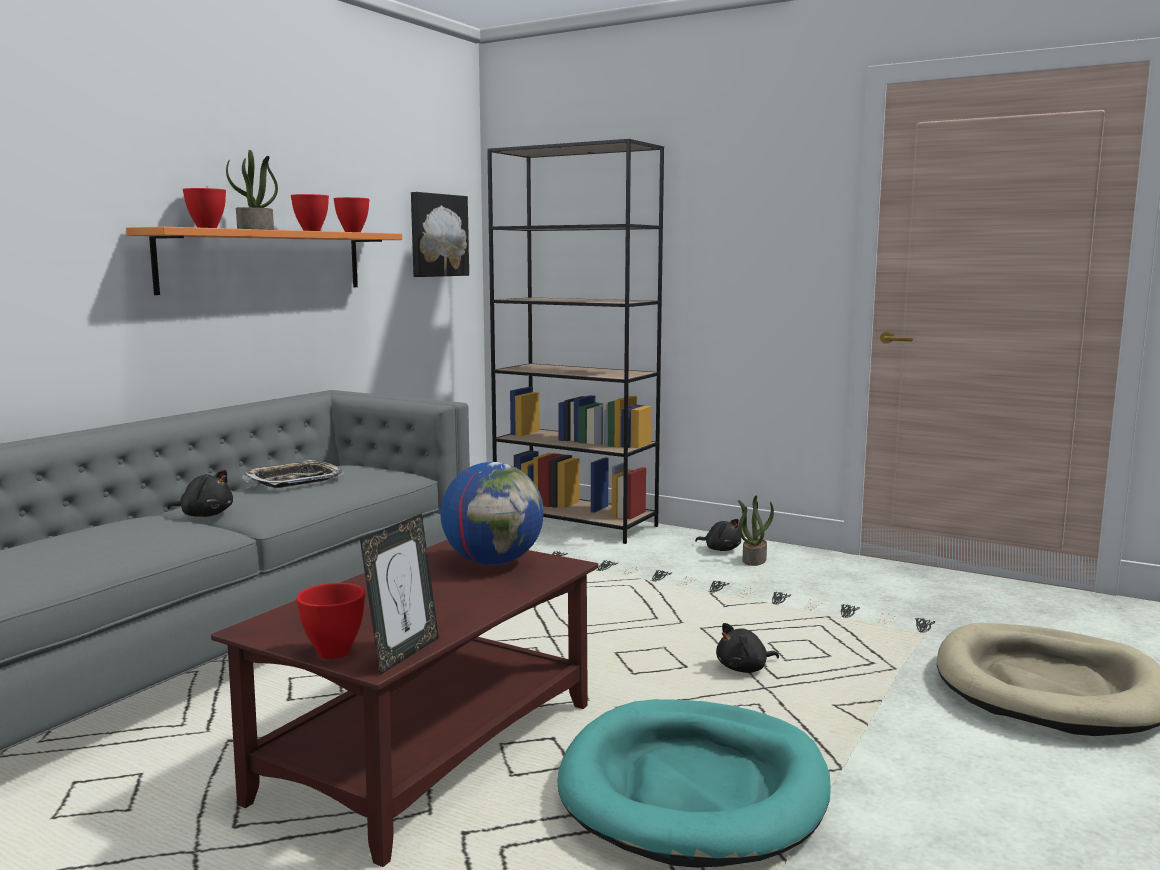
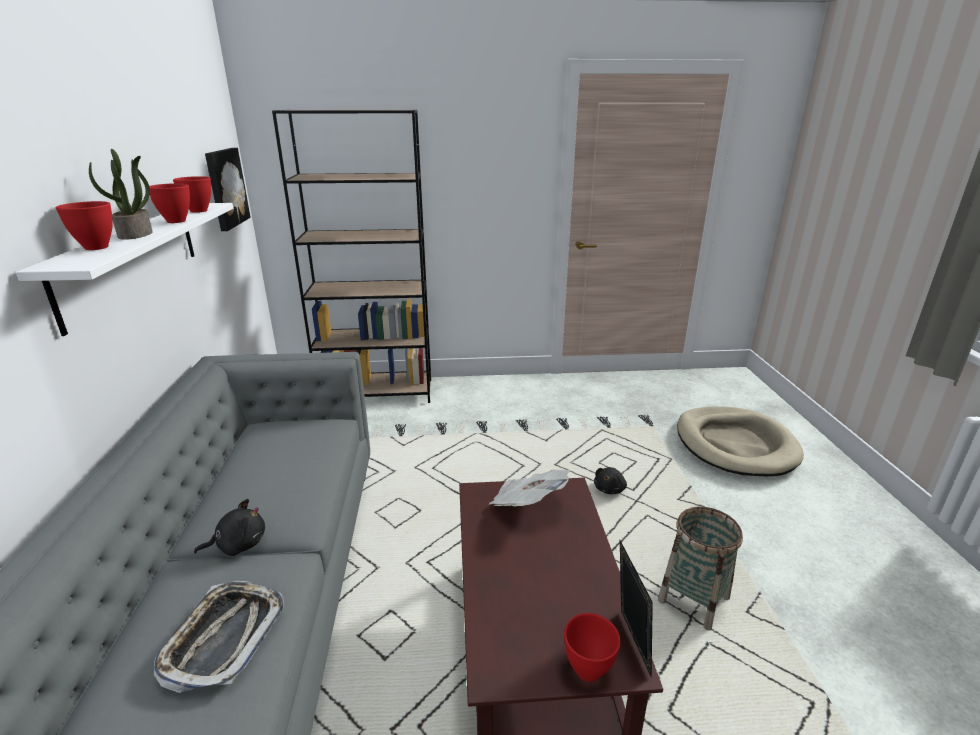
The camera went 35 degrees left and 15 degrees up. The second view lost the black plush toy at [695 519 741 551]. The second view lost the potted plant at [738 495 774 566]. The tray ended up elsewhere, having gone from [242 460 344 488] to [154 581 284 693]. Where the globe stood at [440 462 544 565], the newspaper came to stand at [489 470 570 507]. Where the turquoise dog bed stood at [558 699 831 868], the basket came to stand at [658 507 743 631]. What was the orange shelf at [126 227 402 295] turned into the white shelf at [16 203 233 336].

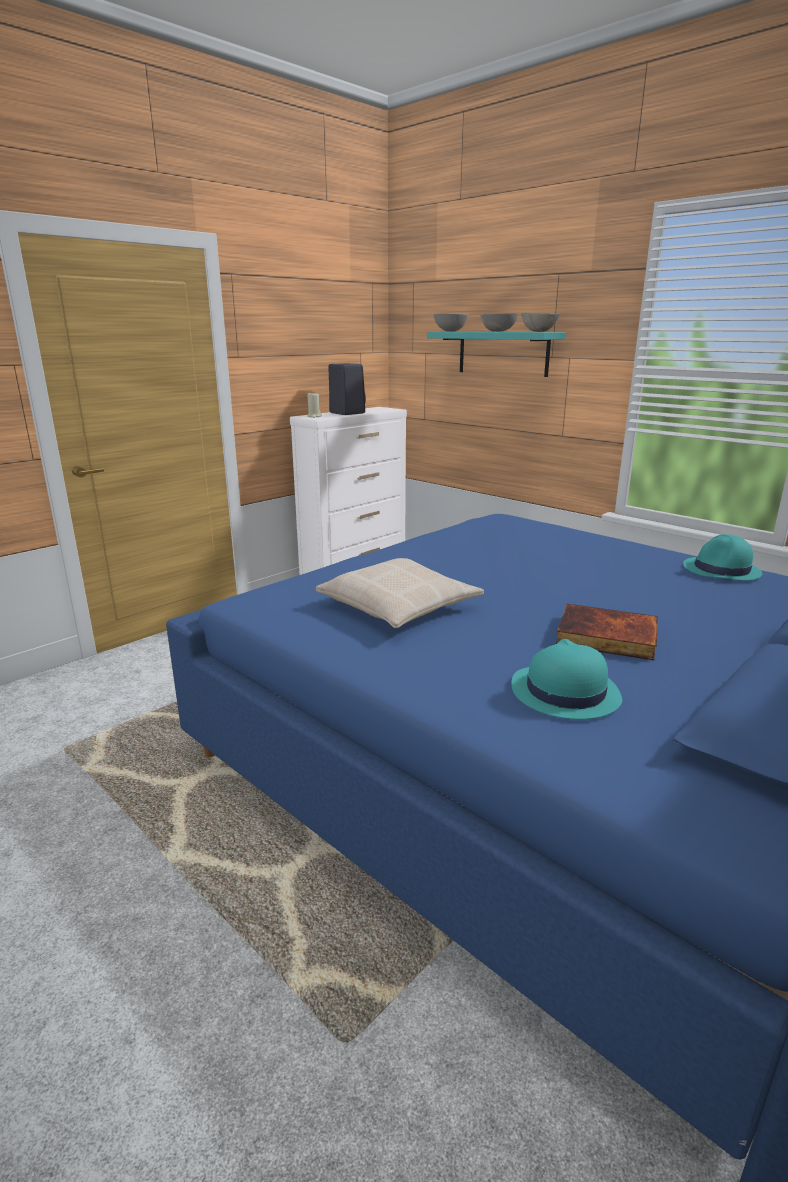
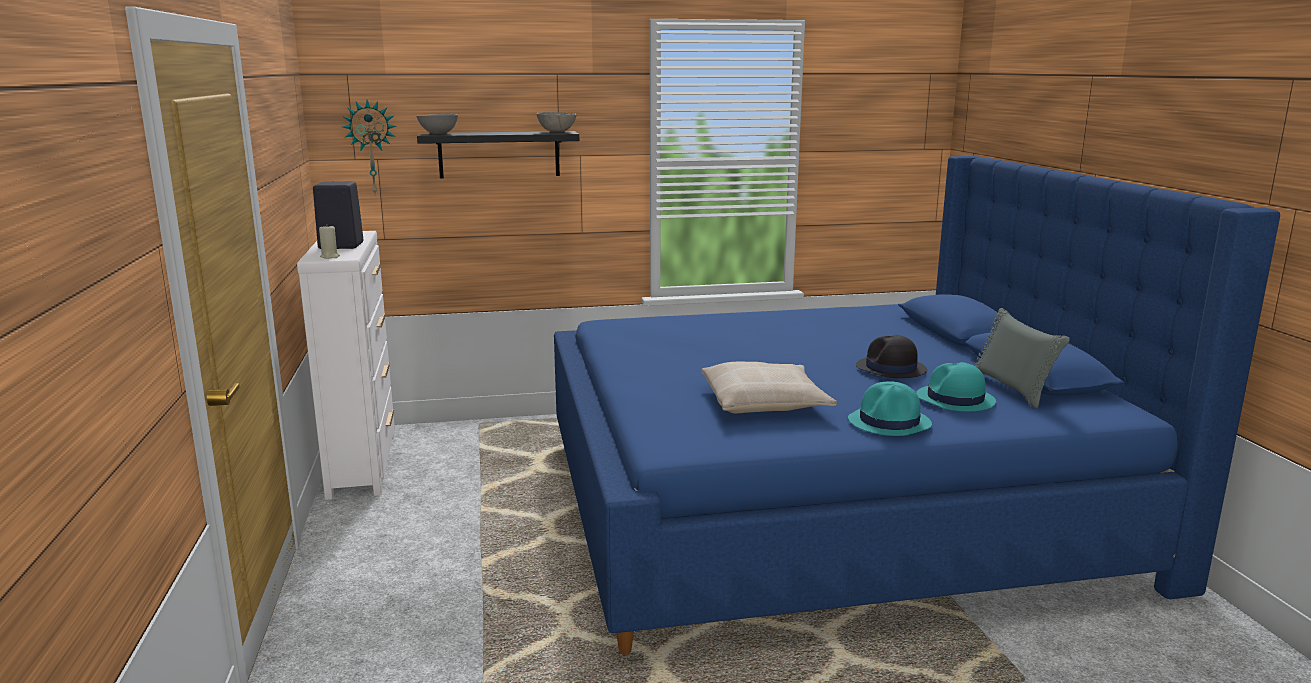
The camera went 55 degrees left and 5 degrees down. The second view lost the grey bowl at [480 313 518 332]. The second view gained the wall clock at [342 100 397 196]. The second view gained the grey pillow at [974 308 1070 408]. The turquoise hat ended up elsewhere, having gone from [683 534 762 581] to [848 381 932 436]. Where the book stood at [556 604 658 660], the black hat came to stand at [856 335 927 378]. What was the turquoise shelf at [427 332 566 377] turned into the black shelf at [417 131 579 179].

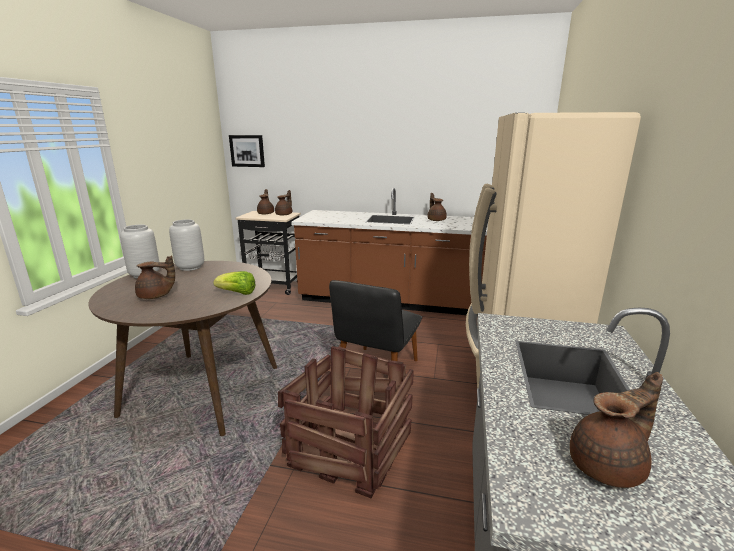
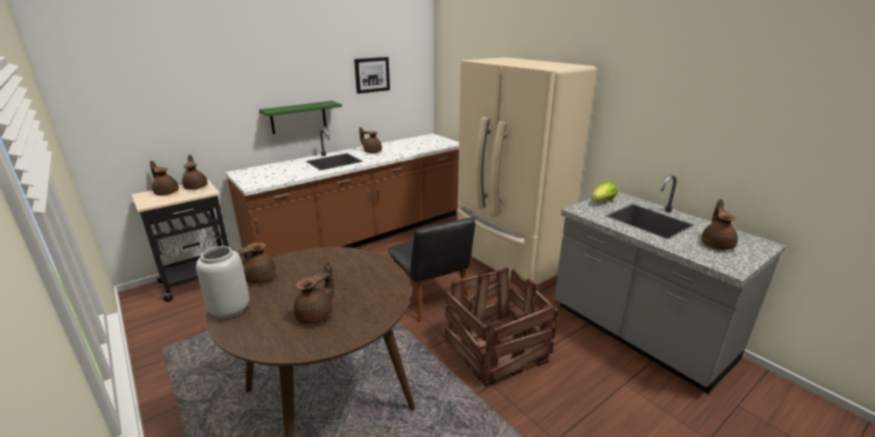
The camera went 50 degrees left and 5 degrees up. The second view gained the green shelf at [259 101 342 134]. The lettuce ended up elsewhere, having gone from [213 271 256 295] to [591 181 618 202]. The picture ended up elsewhere, having gone from [229 135 265 167] to [354 57 390 94]. Where the grey vase stood at [169 219 204 271], the brown teapot came to stand at [231 243 276 284].

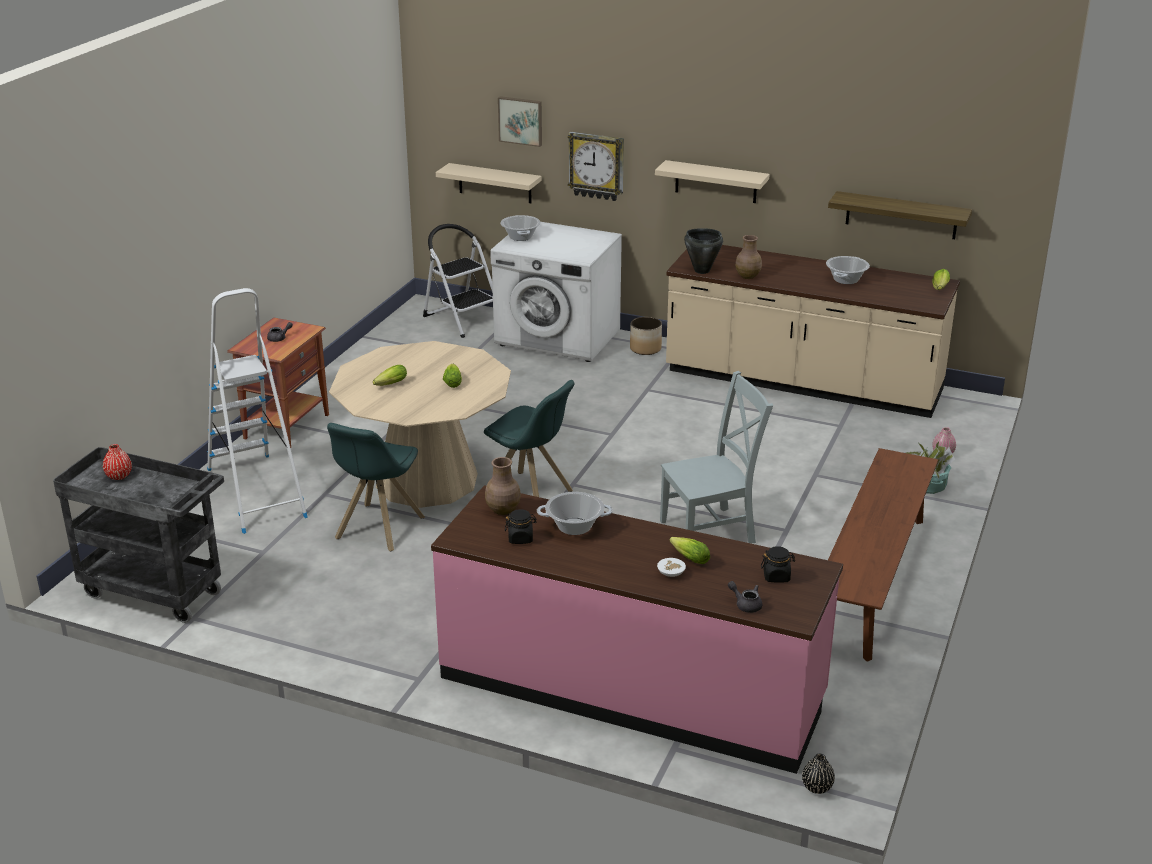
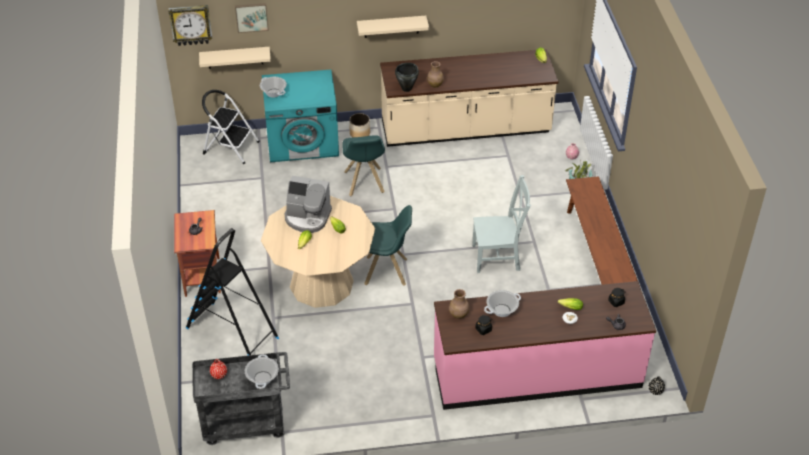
The camera went 30 degrees left and 15 degrees up. The second view lost the shelf at [828 191 972 239]. The second view gained the coffee machine at [285 176 332 233]. The turquoise chair ended up elsewhere, having gone from [327 423 425 551] to [342 135 385 196]. The wall clock ended up elsewhere, having gone from [568 132 624 201] to [168 5 212 46]. The cooking pot ended up elsewhere, having gone from [826 256 870 284] to [245 354 279 389]. What was the white step ladder at [207 288 307 534] turned into the black step ladder at [186 228 279 355]. What was the white washing machine at [490 222 622 362] turned into the turquoise washing machine at [262 70 339 162]. The grey chair at [660 371 773 543] ended up facing another way, 45 degrees clockwise from before.

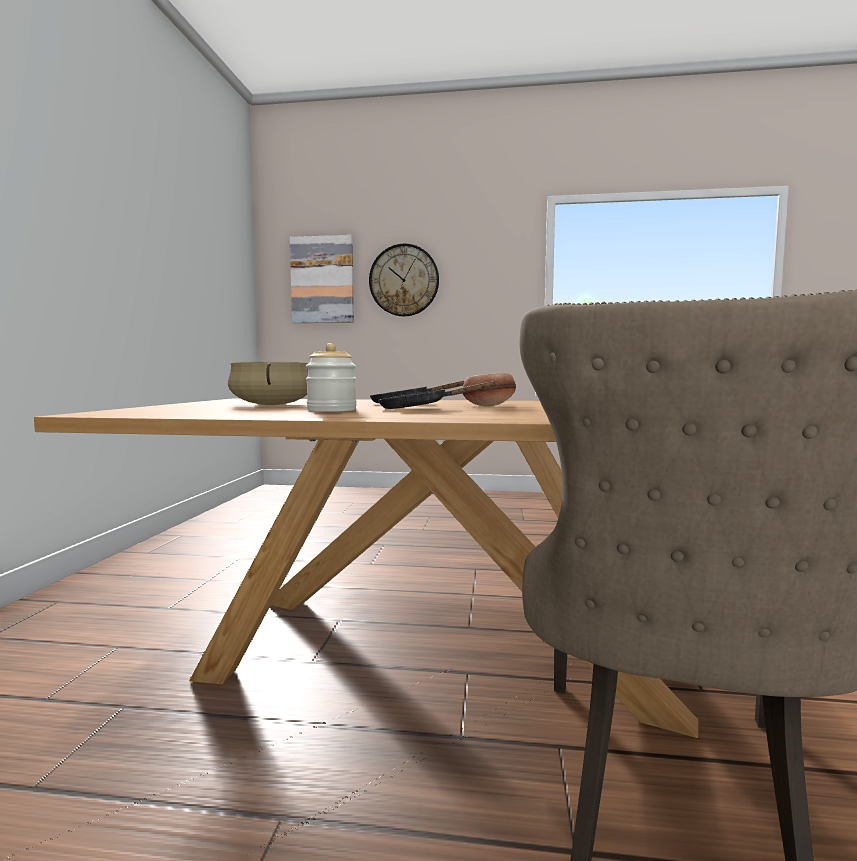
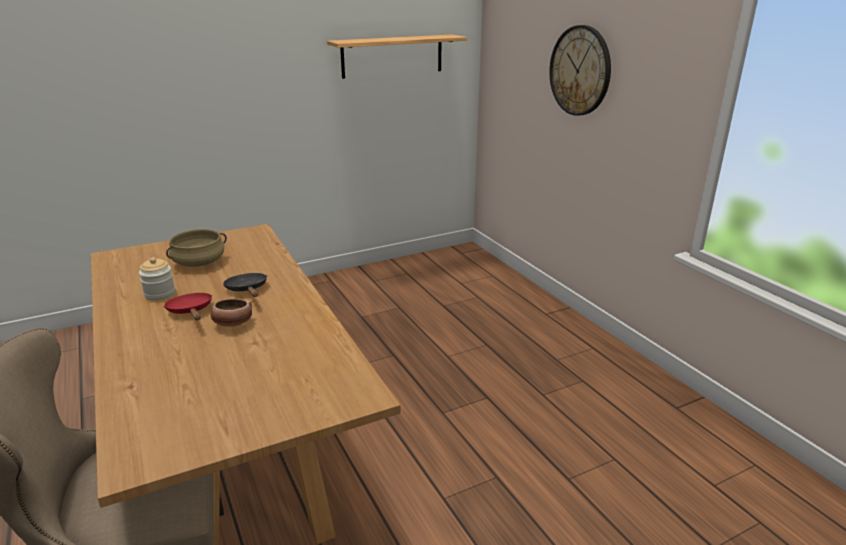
The camera went 55 degrees right and 20 degrees up. The second view lost the picture at [290 235 354 323]. The second view gained the shelf at [327 34 467 79]. What was the black frying pan at [378 381 496 409] turned into the red frying pan at [164 293 212 320].

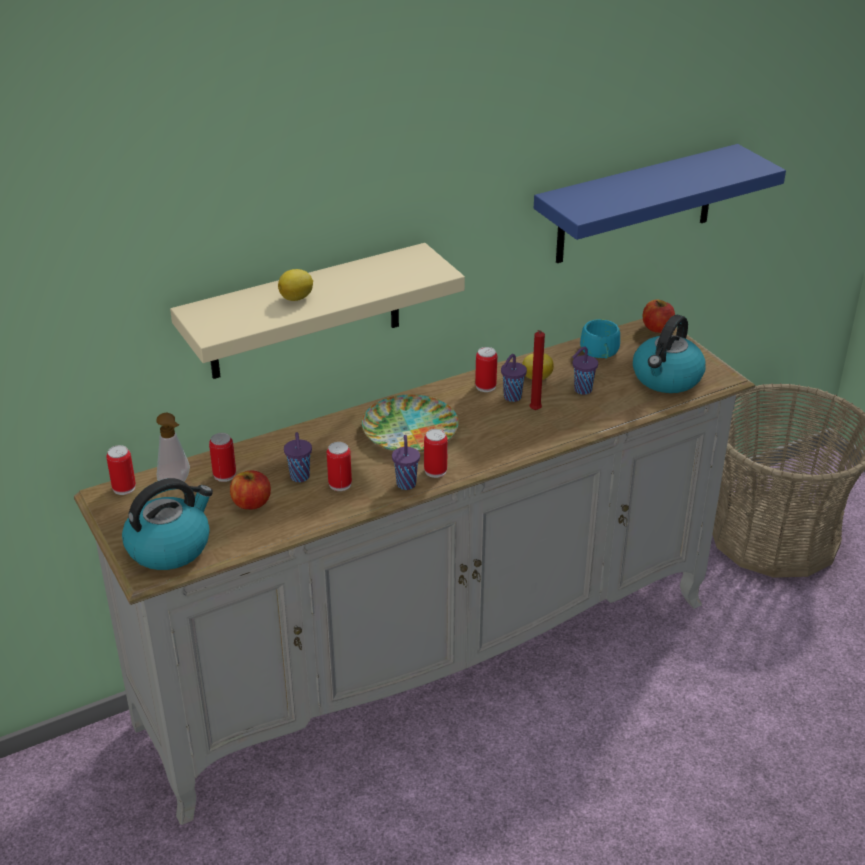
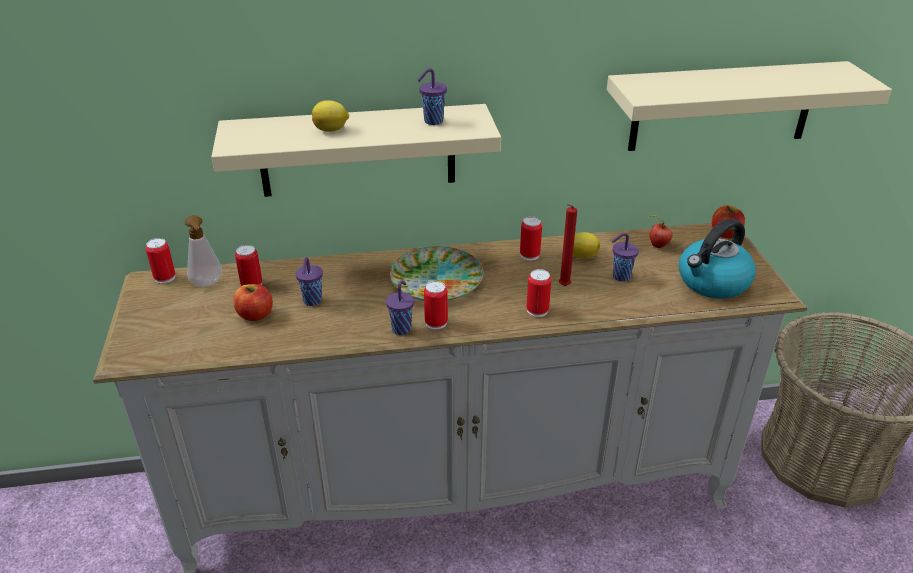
The camera went 20 degrees right and 0 degrees up. The second view lost the kettle at [122 478 213 570]. The can ended up elsewhere, having gone from [327 442 352 491] to [526 269 551 317]. The purple cup ended up elsewhere, having gone from [501 354 527 402] to [417 68 447 125]. Where the turquoise cup stood at [580 319 620 359], the apple came to stand at [649 215 672 248]. What was the blue shelf at [534 144 786 263] turned into the beige shelf at [607 61 892 151].

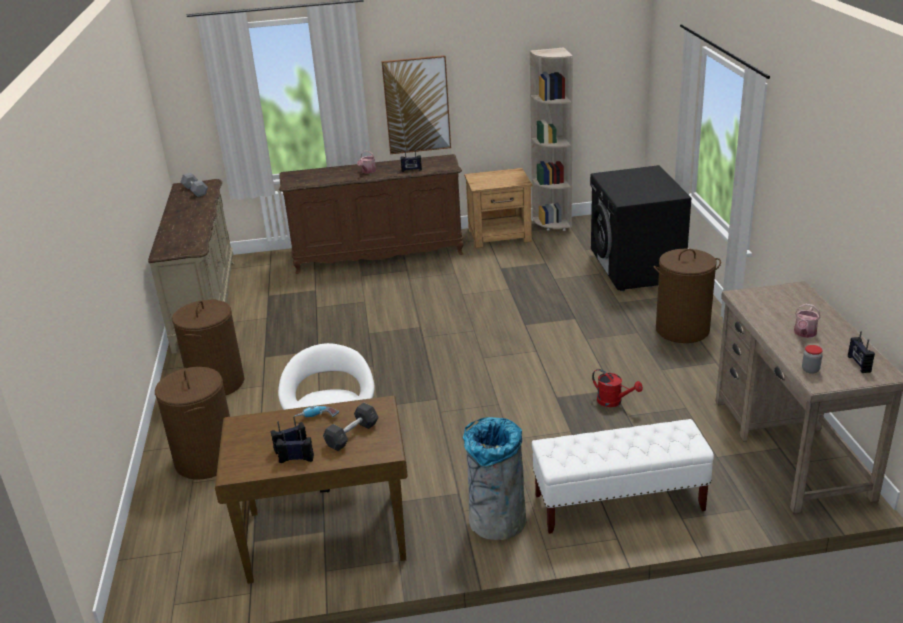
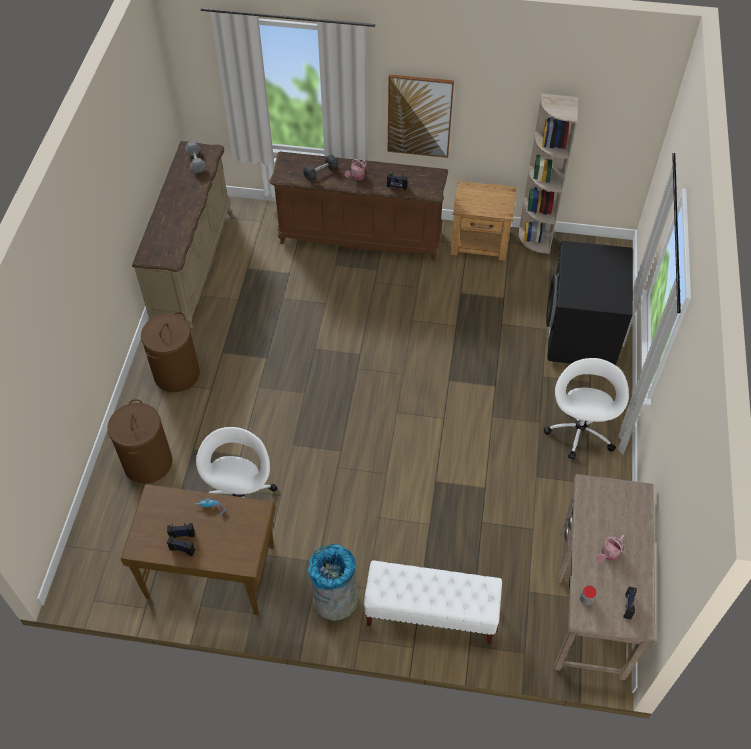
The camera went 15 degrees right and 25 degrees up. The second view lost the red watering can at [592 369 643 407]. The grey dumbbell ended up elsewhere, having gone from [323 403 379 451] to [303 154 338 181]. Where the brown laundry basket stood at [653 249 721 343], the white office chair came to stand at [544 358 629 459].

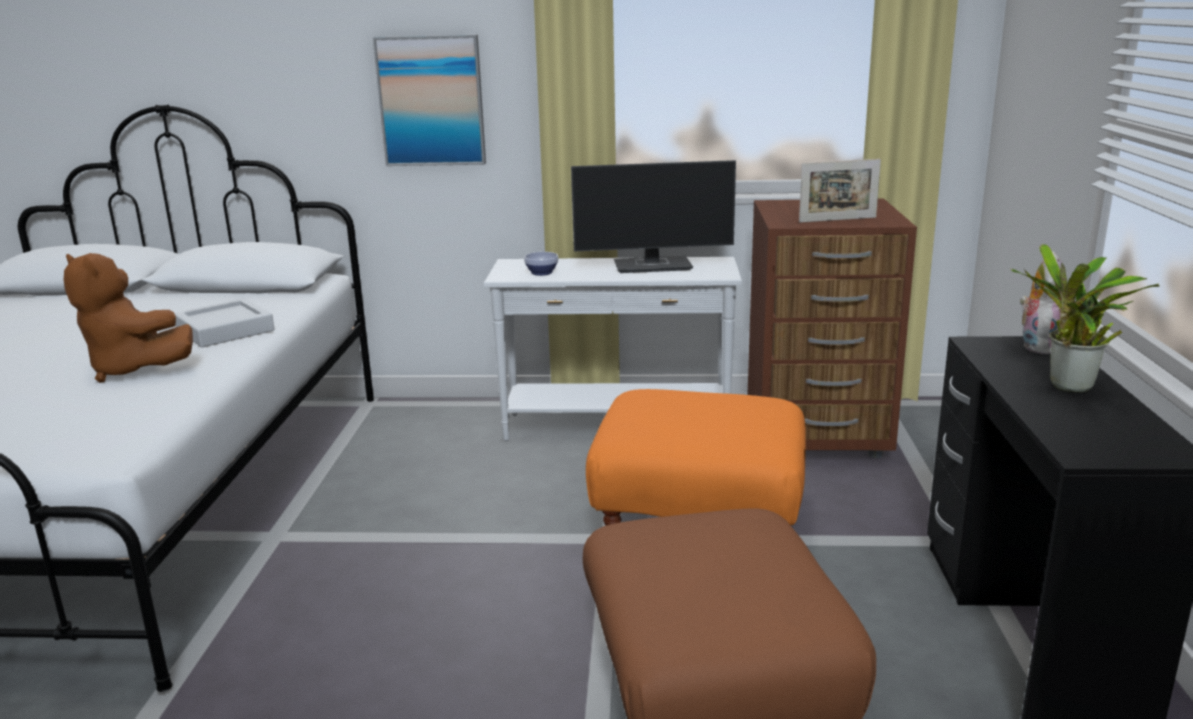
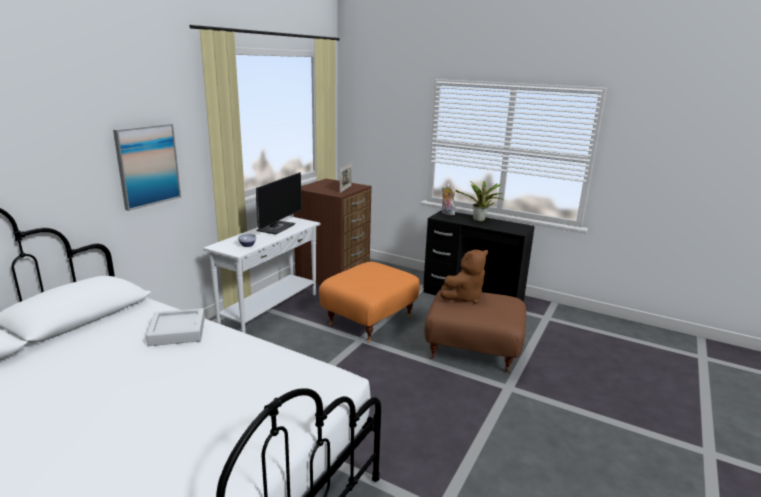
The camera went 65 degrees left and 0 degrees up. The brown plush toy ended up elsewhere, having gone from [64 253 193 383] to [440 249 488 304].

